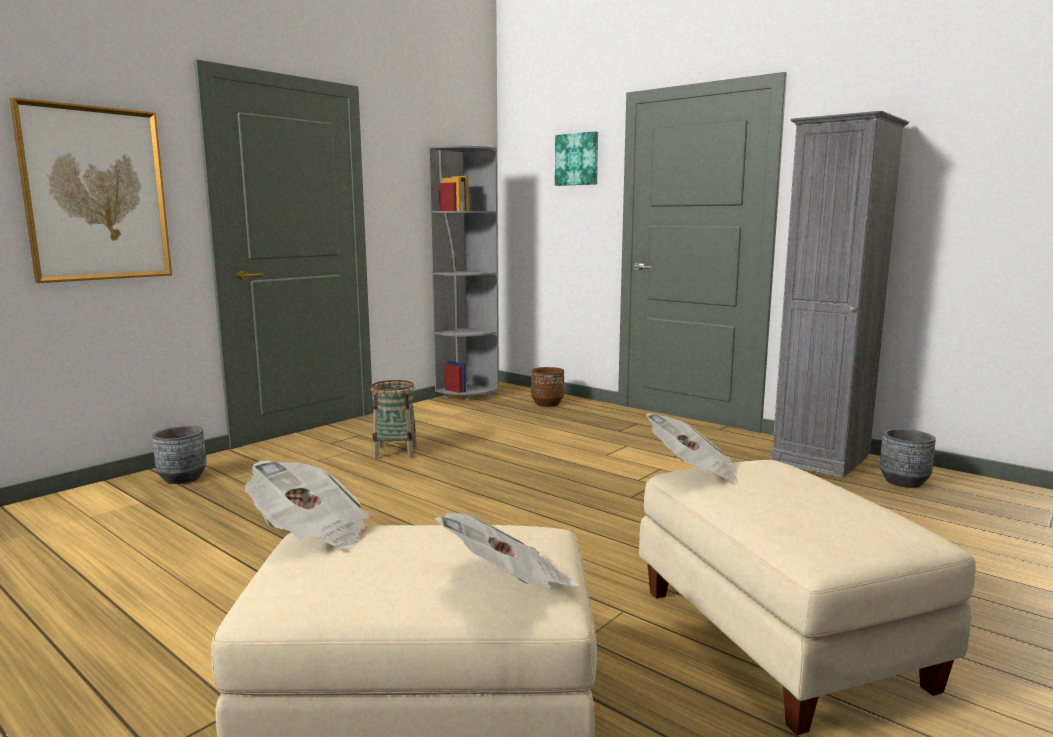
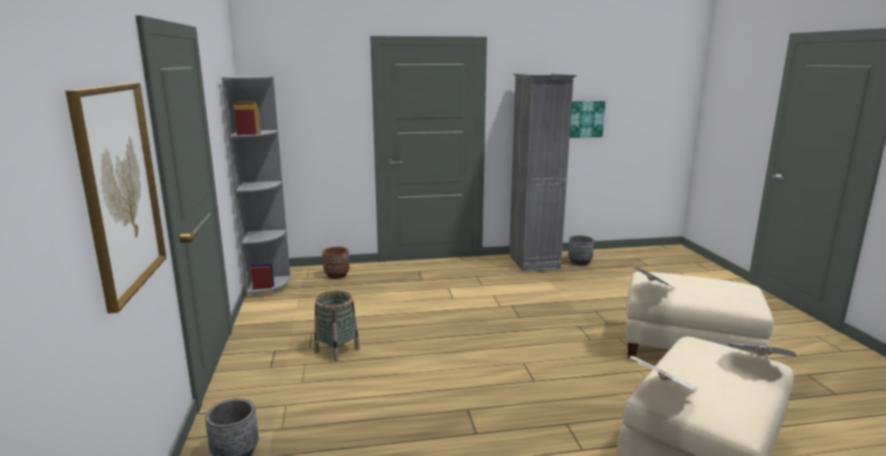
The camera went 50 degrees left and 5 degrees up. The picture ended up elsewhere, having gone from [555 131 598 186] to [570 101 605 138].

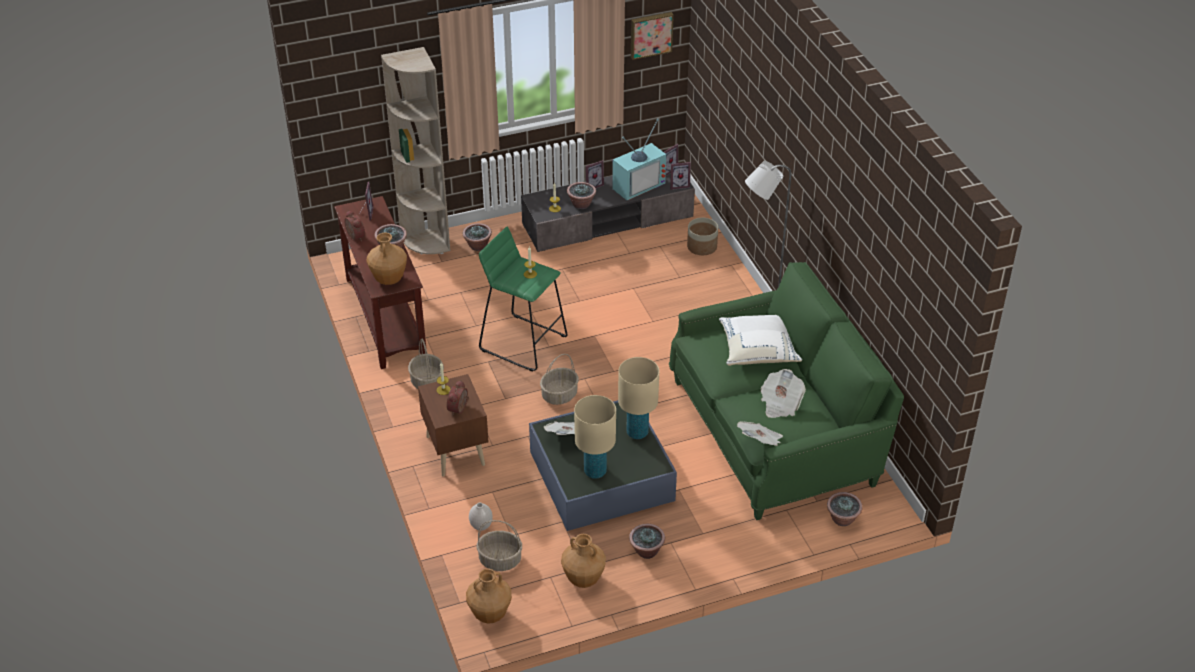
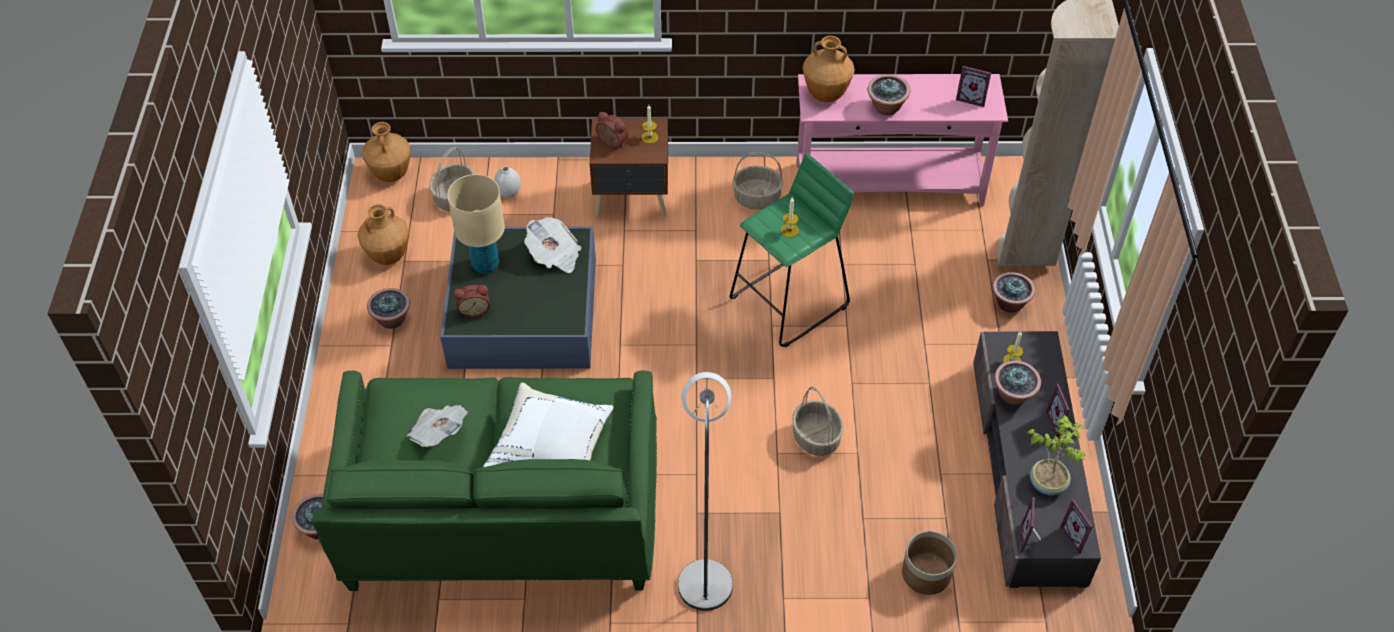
The camera went 110 degrees right and 10 degrees up. The second view lost the beige table lamp at [618 357 659 439]. The second view lost the picture at [631 12 674 60]. The second view lost the newspaper at [737 421 783 446]. The alarm clock ended up elsewhere, having gone from [345 210 365 242] to [453 285 490 318]. The basket ended up elsewhere, having gone from [540 354 579 405] to [792 387 844 456]. Where the television stood at [612 118 666 200], the potted plant came to stand at [1026 415 1086 495]. What was the brown console table at [334 196 427 369] turned into the pink console table at [797 74 1008 206].

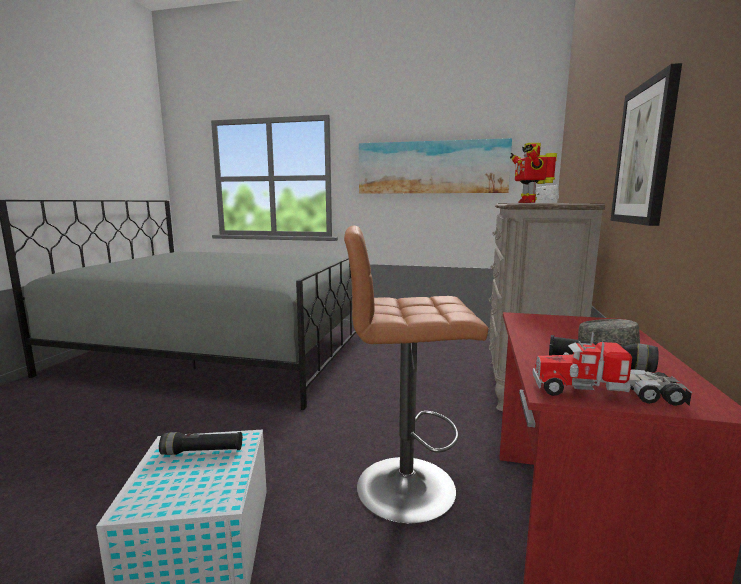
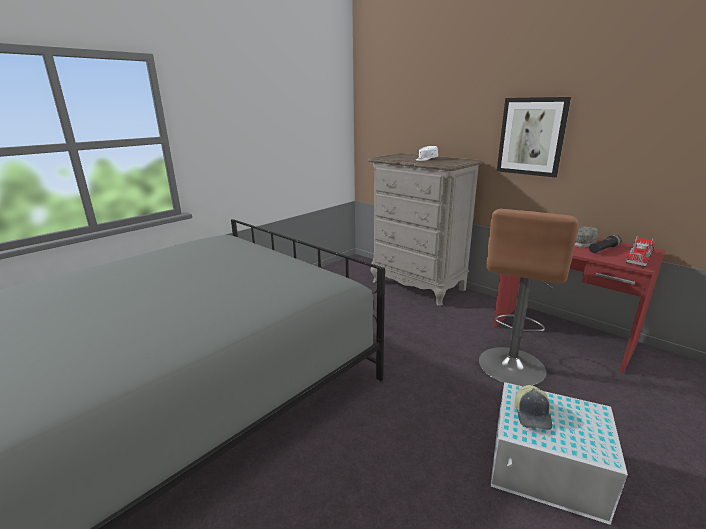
The camera went 60 degrees left and 10 degrees up. The second view lost the picture at [359 138 512 194]. The second view lost the toy robot at [510 143 557 203]. Where the black flashlight stood at [159 432 243 455], the cap came to stand at [515 385 552 430].

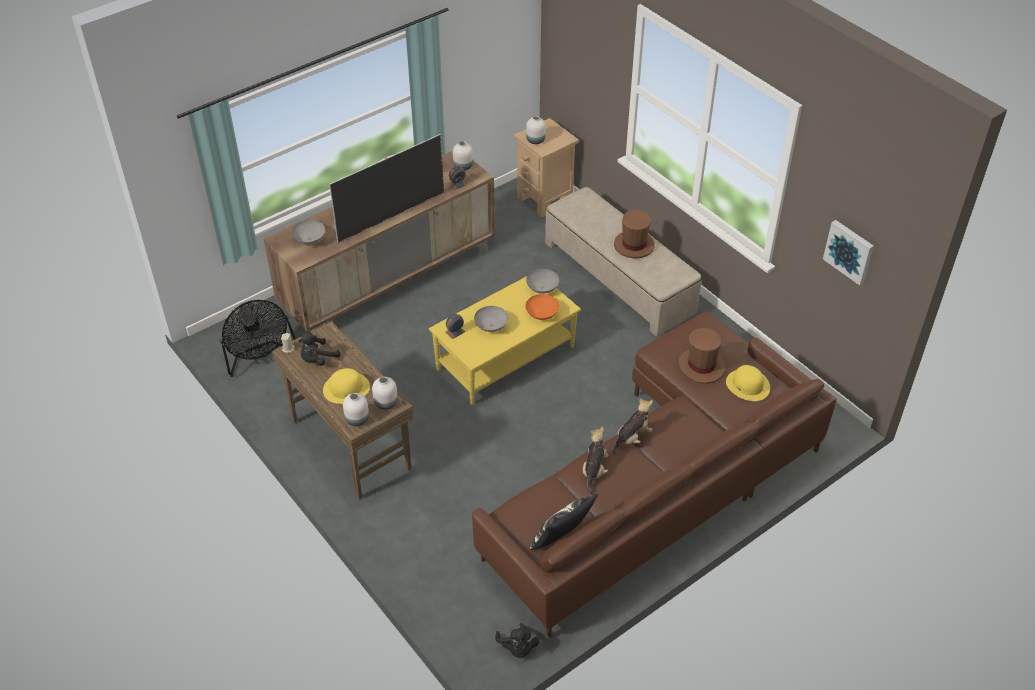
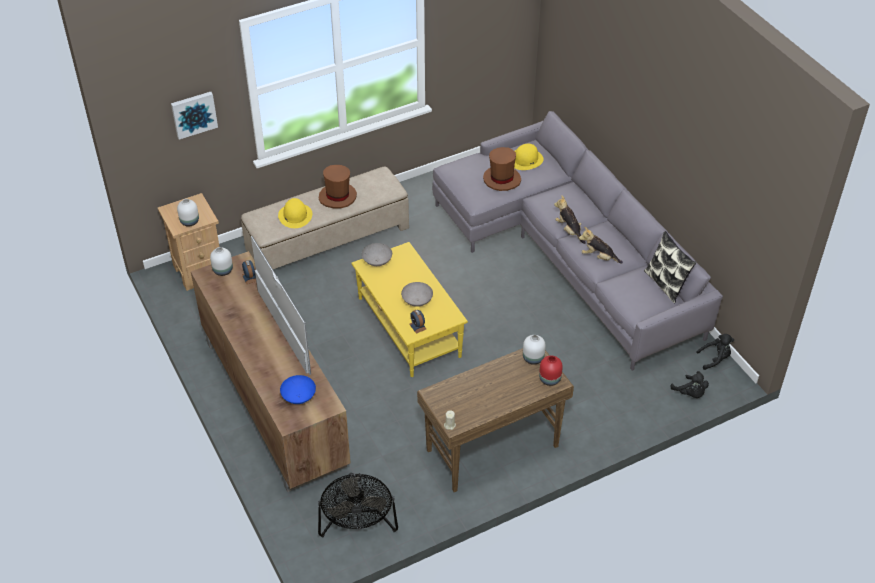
The camera went 80 degrees left and 0 degrees up. The second view lost the orange bowl at [525 294 559 320]. The black plush toy ended up elsewhere, having gone from [298 331 341 366] to [670 371 709 398]. The yellow hat ended up elsewhere, having gone from [323 368 370 404] to [278 198 312 228]. The picture ended up elsewhere, having gone from [823 220 874 285] to [171 92 218 139]. What was the grey bowl at [292 220 325 245] turned into the blue bowl at [280 375 316 404]. What was the white vase at [343 393 369 426] turned into the red vase at [539 356 563 386]. What was the brown sofa at [472 311 837 638] turned into the grey sofa at [432 111 723 371]. The black fan at [220 300 296 377] ended up facing another way, 105 degrees clockwise from before.

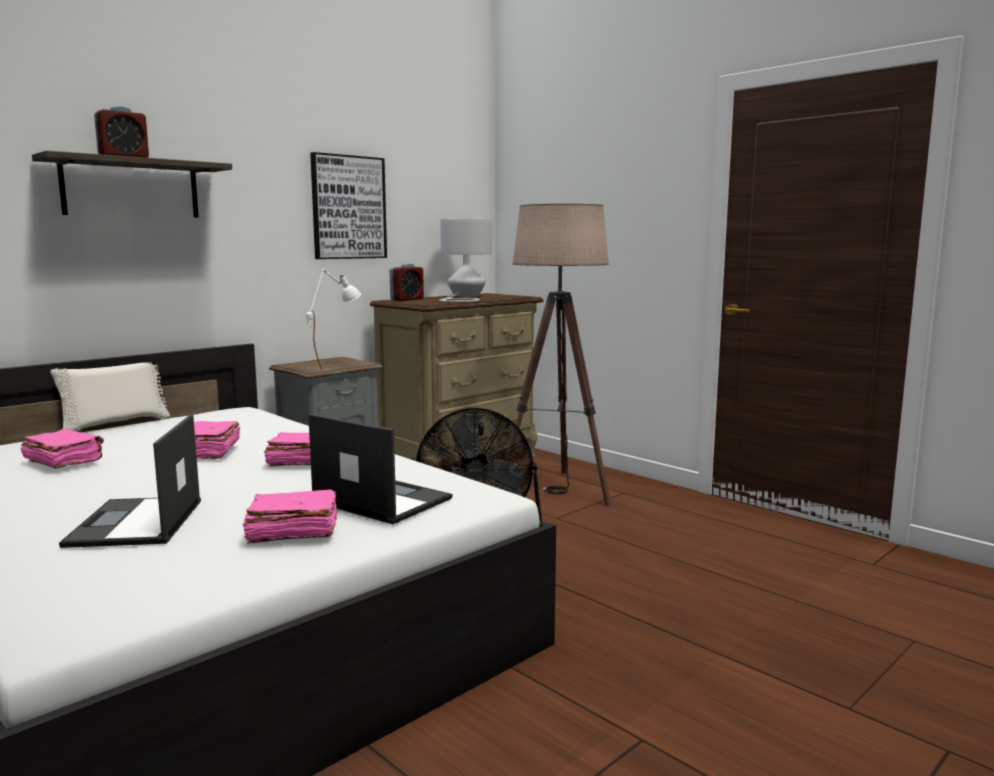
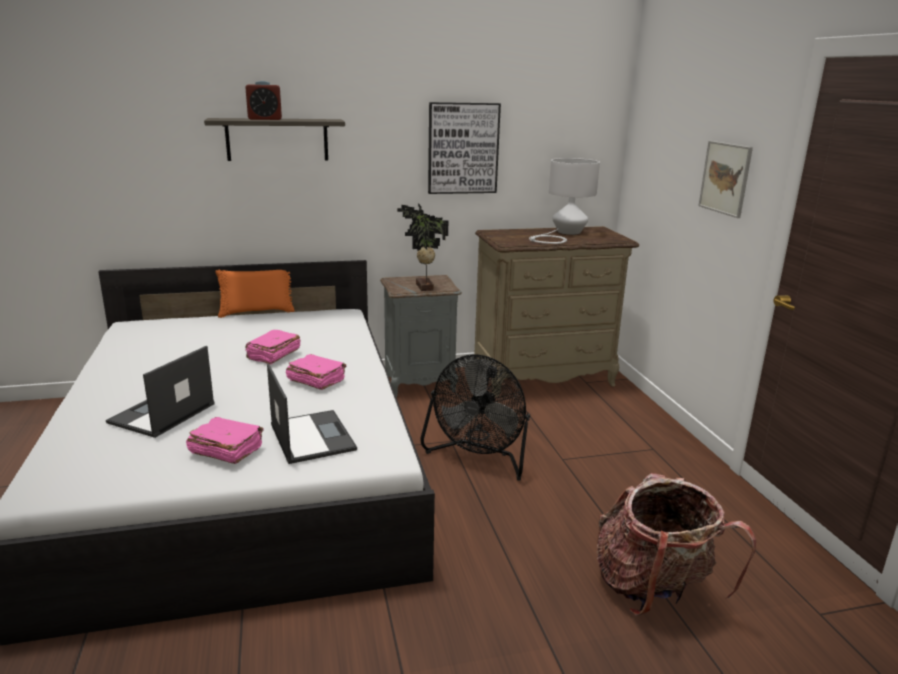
The camera went 30 degrees right and 10 degrees up. The second view lost the pink book at [21 429 104 469]. The second view lost the alarm clock at [390 264 424 301]. The second view lost the floor lamp at [499 204 611 506]. The second view gained the backpack at [596 473 756 616]. The second view gained the picture at [698 141 753 218]. Where the white table lamp stood at [306 268 361 369], the potted plant came to stand at [397 203 448 291]. What was the white pillow at [50 362 170 431] turned into the orange pillow at [215 270 295 318].

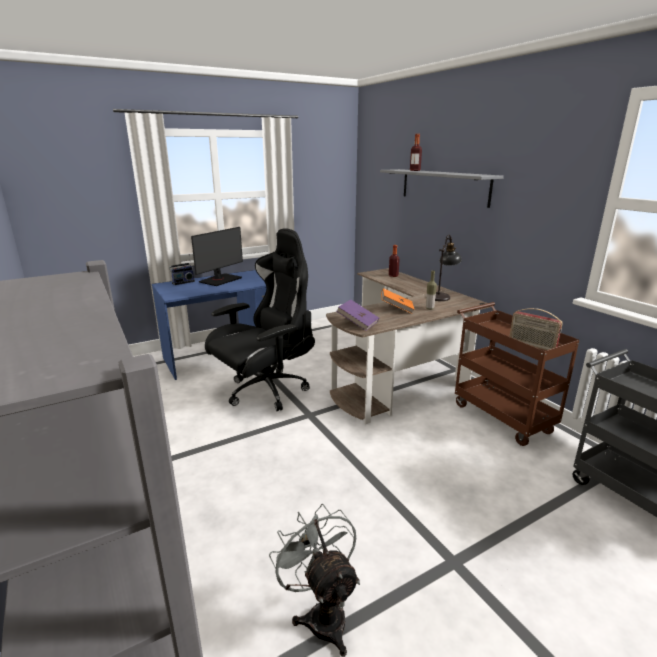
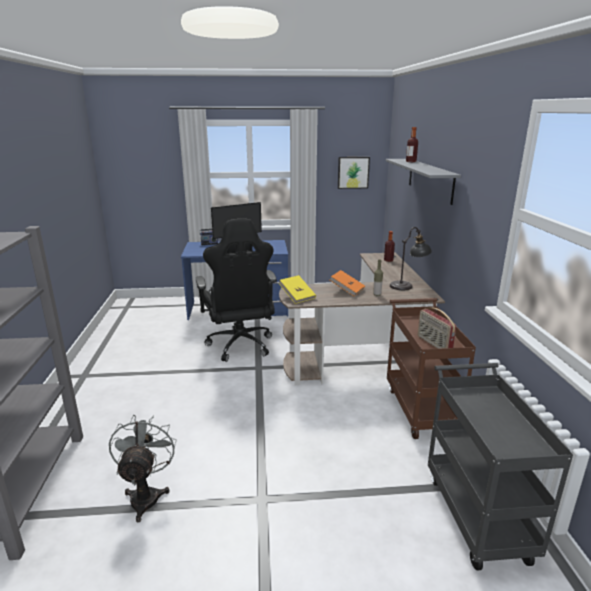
The camera went 25 degrees right and 0 degrees up. The second view gained the picture at [338 157 370 189]. What was the purple book at [336 299 379 331] turned into the yellow book at [279 275 316 304]. The black office chair at [205 228 315 411] ended up facing another way, 90 degrees clockwise from before.

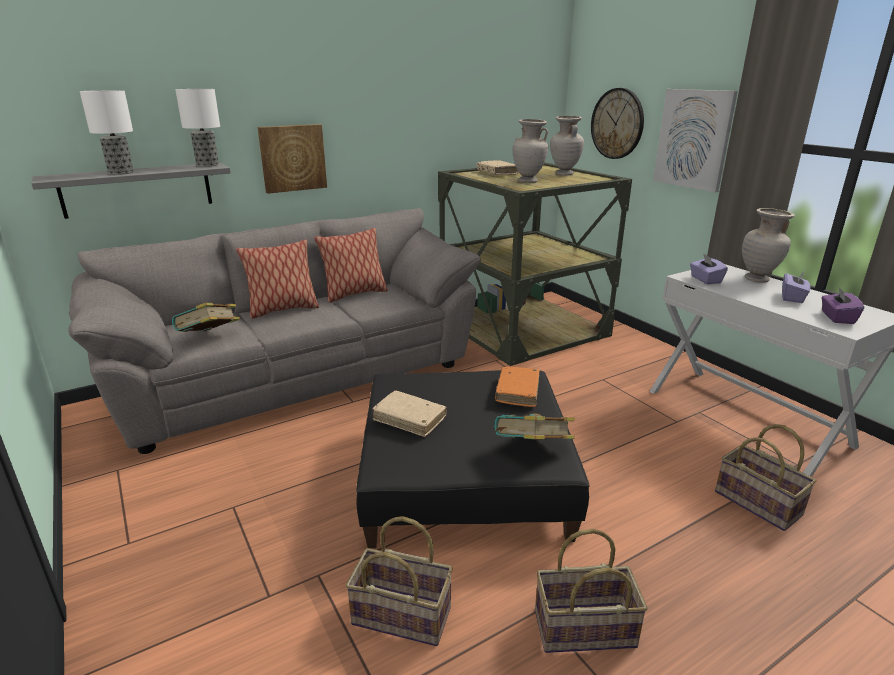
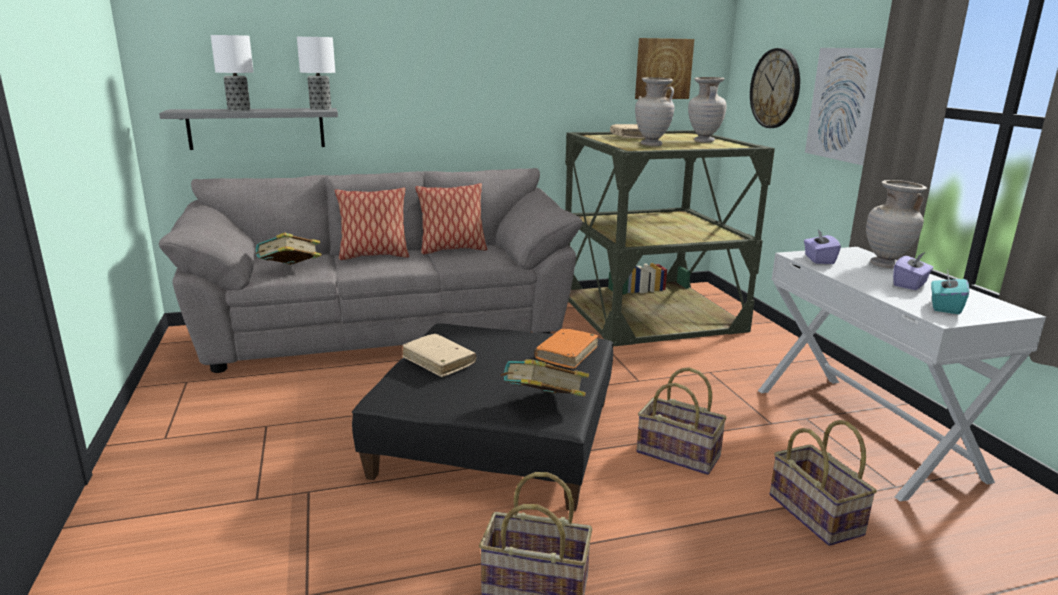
The camera went 15 degrees right and 5 degrees down. The picture ended up elsewhere, having gone from [258 124 327 194] to [635 38 694 99]. The basket ended up elsewhere, having gone from [346 516 453 646] to [637 367 727 475]. What was the purple tissue box at [822 288 864 324] turned into the turquoise tissue box at [931 272 969 314].

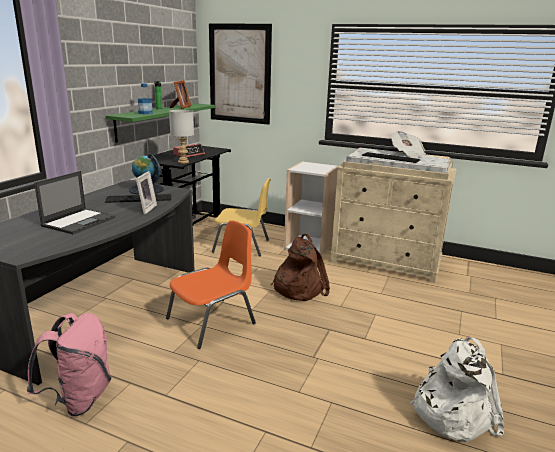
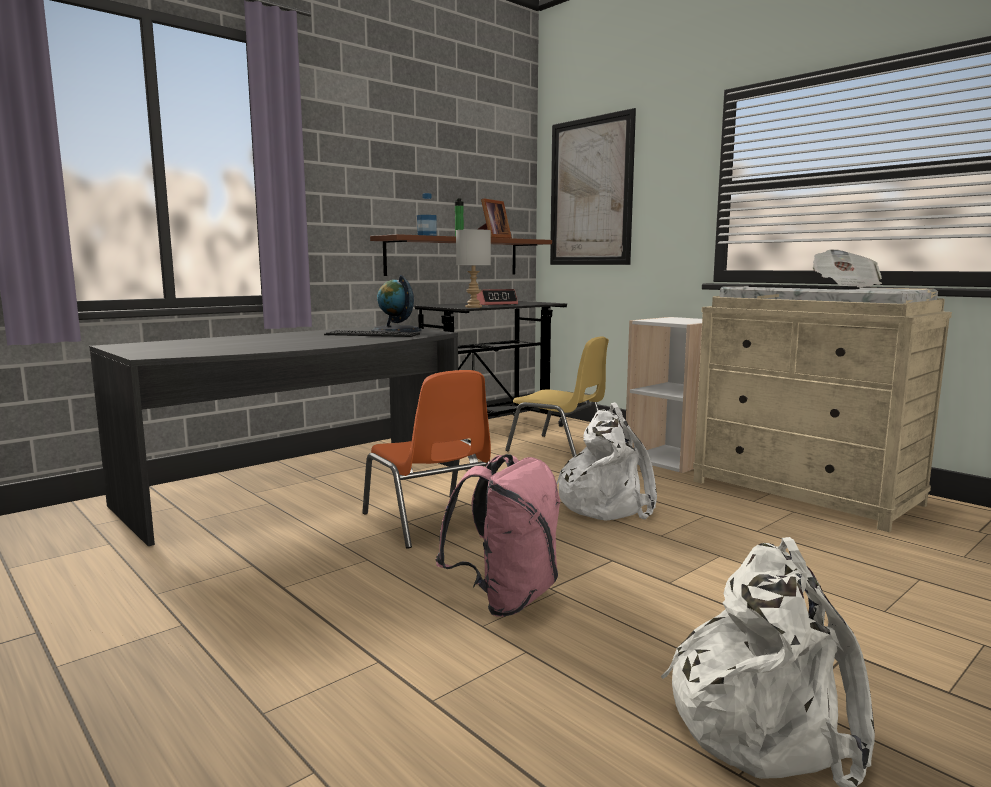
The camera went 25 degrees right and 10 degrees down. The second view lost the laptop at [34 171 115 234]. The second view lost the picture frame at [136 171 157 214]. The pink backpack ended up elsewhere, having gone from [27 313 111 416] to [435 454 560 617]. What was the green shelf at [105 103 215 143] turned into the brown shelf at [370 234 552 276]. What was the brown backpack at [271 234 330 301] turned into the white backpack at [557 403 657 521]. The orange chair at [166 220 256 349] ended up facing another way, 75 degrees clockwise from before.

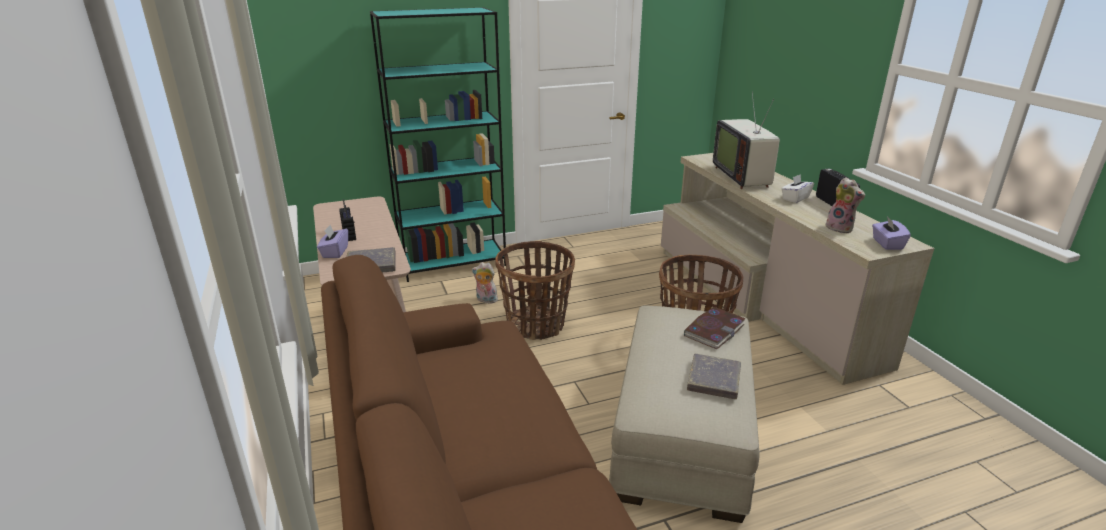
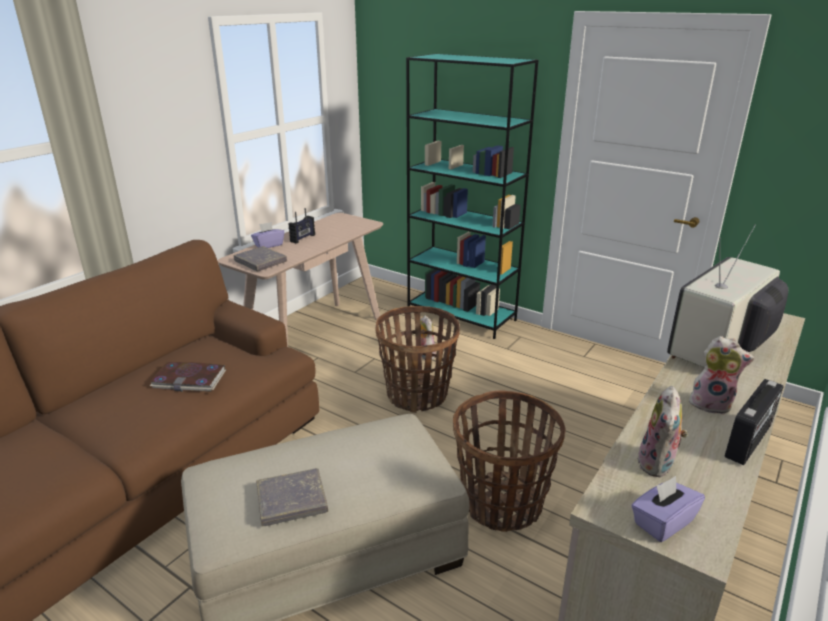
The camera went 55 degrees right and 0 degrees up. The book ended up elsewhere, having gone from [684 307 746 349] to [150 362 226 392]. Where the white tissue box stood at [782 174 814 203], the plush toy came to stand at [689 336 754 415].

